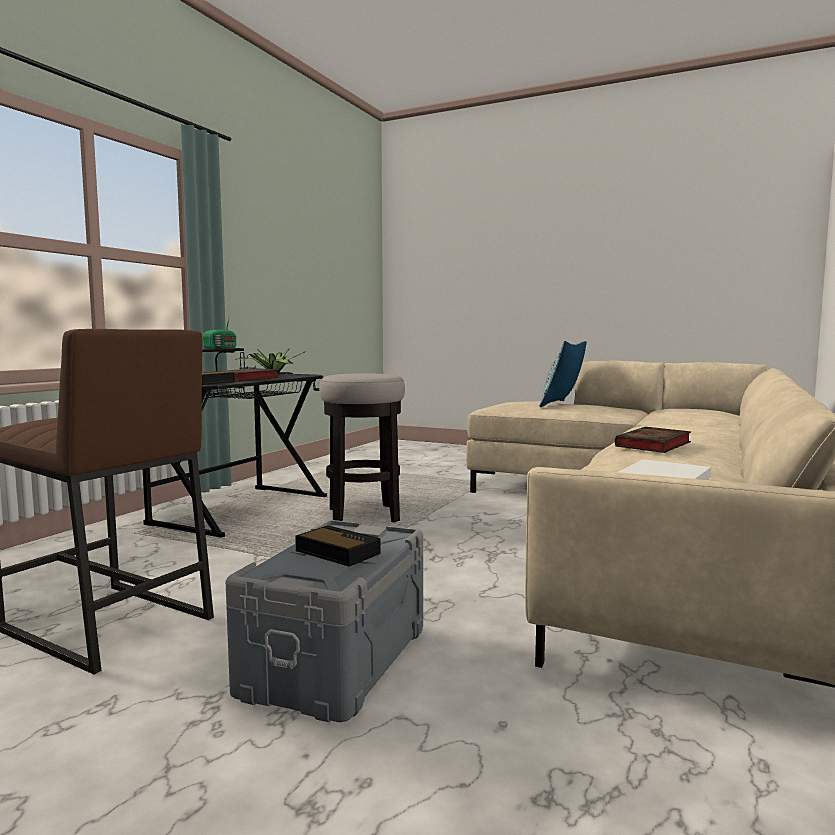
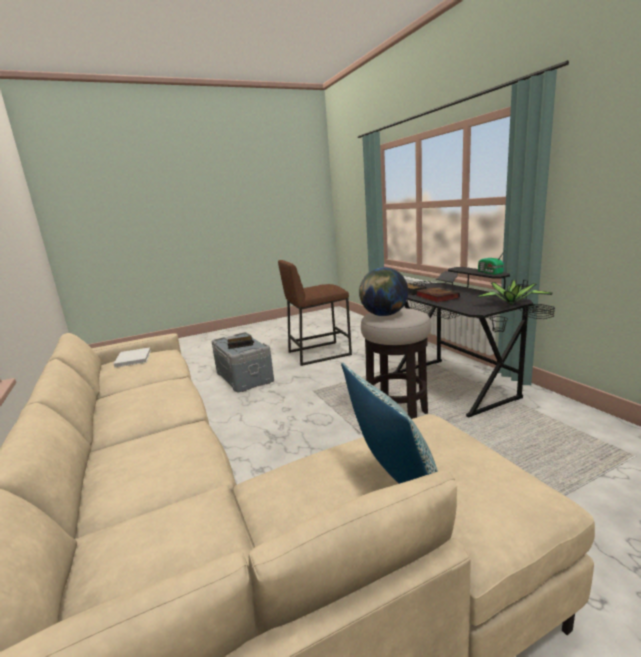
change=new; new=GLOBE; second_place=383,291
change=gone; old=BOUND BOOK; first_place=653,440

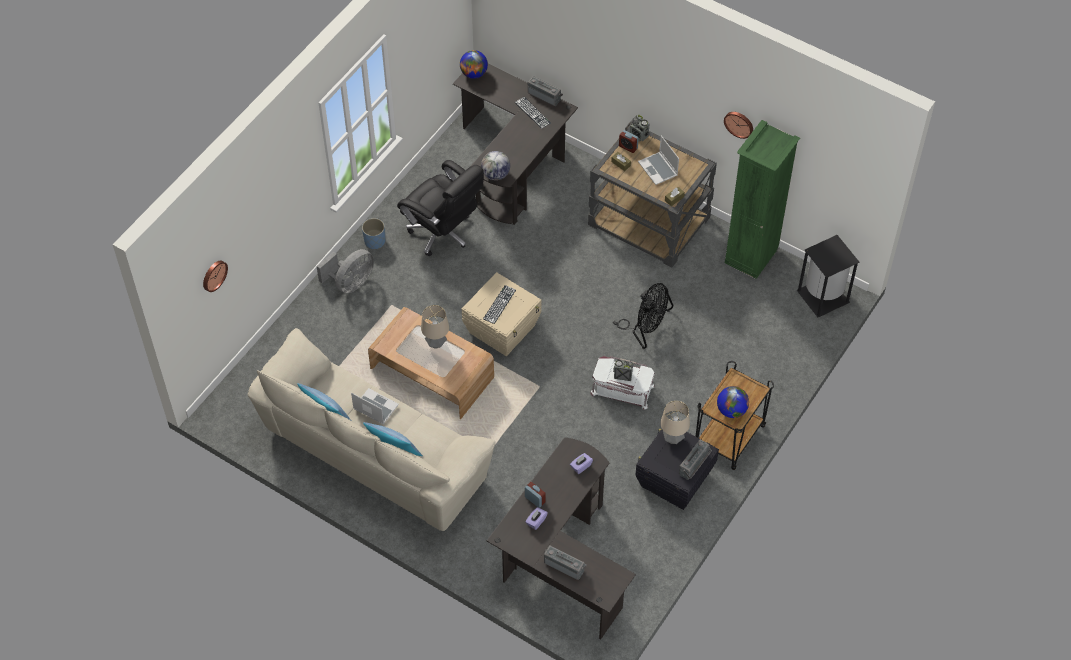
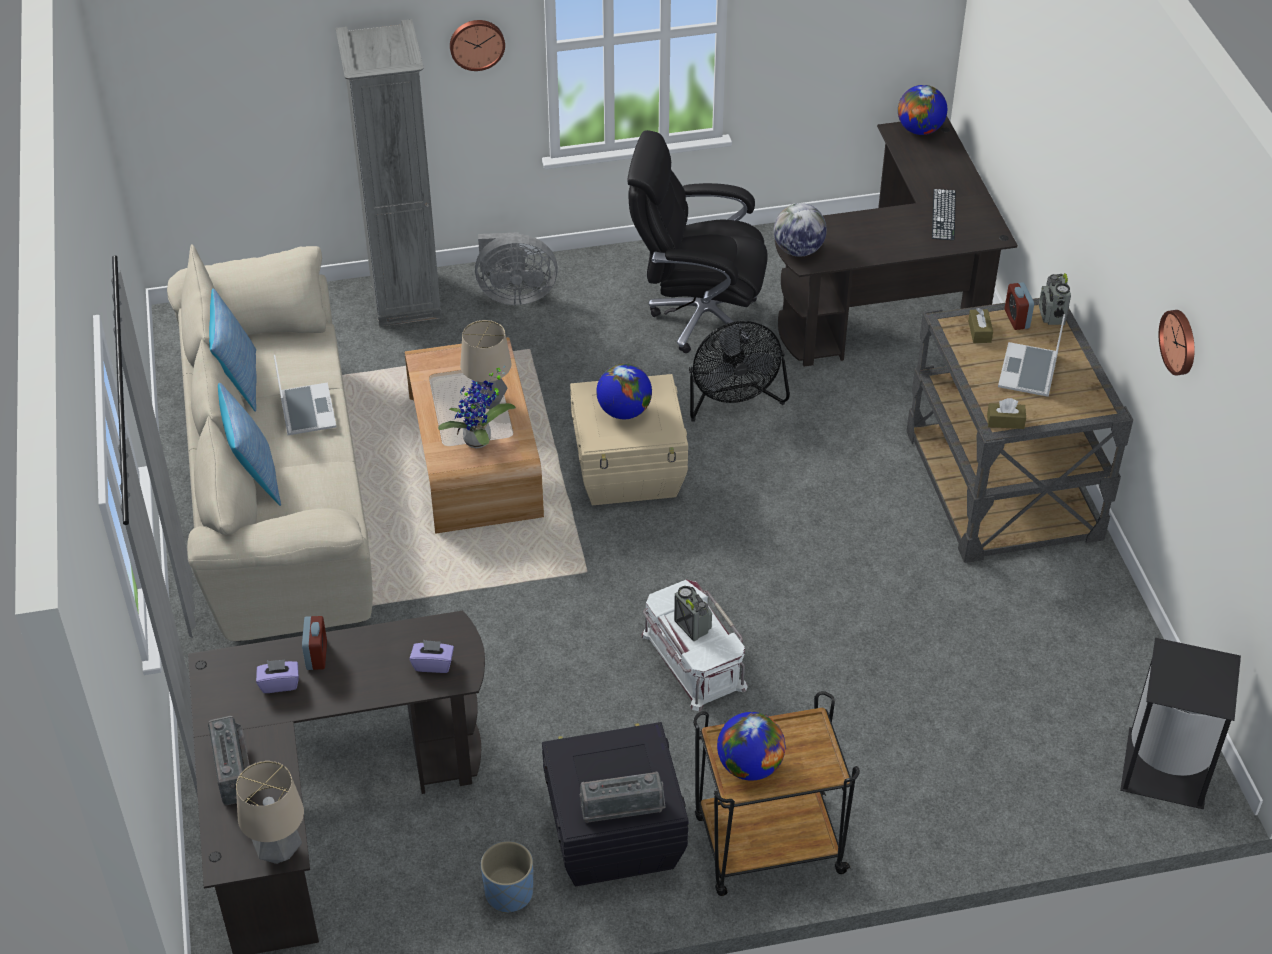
change=shifted; old=LAMP FOR A TABLE; first_place=675,422; second_place=270,812
change=new; new=GRAY STORAGE CABINET; second_place=389,173
change=new; new=POTTED PLANT; second_place=477,407
change=shifted; old=WALL CLOCK; first_place=215,276; second_place=477,45
change=shifted; old=BLUISH PLANT POT; first_place=373,233; second_place=507,877
change=swapped; old=KEYBOARD; new=GLOBE; first_place=499,304; second_place=624,391
change=rotated; old=BLACKISH OFFICE CHAIR; first_place=440,208; second_place=698,241; degrees=105
change=shifted; old=BLACKISH FAN; first_place=643,316; second_place=739,371
change=gone; old=RADIO RECEIVER; first_place=545,91
change=gone; old=GREEN-COLOURED STORAGE CABINET; first_place=762,199

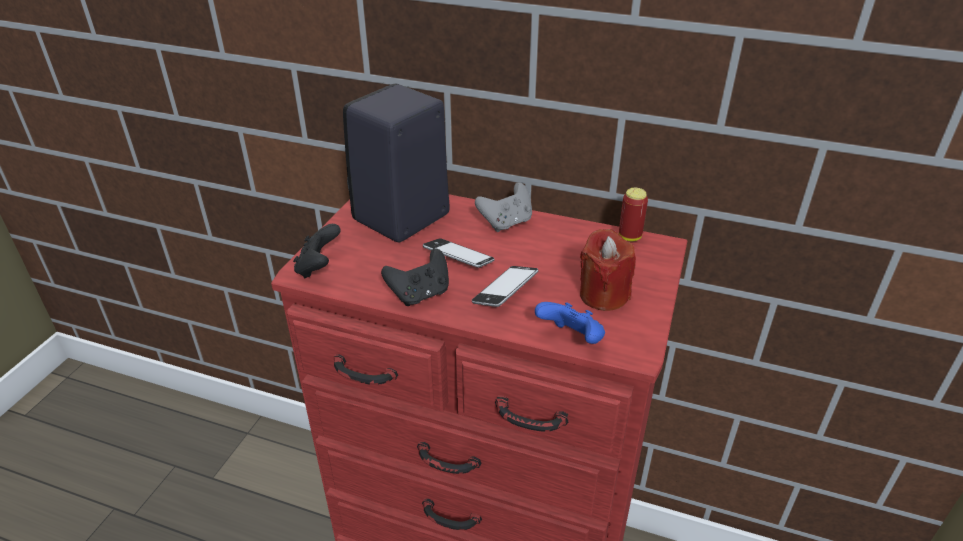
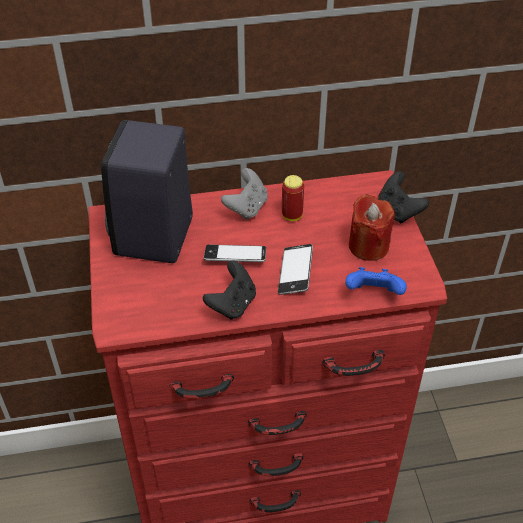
change=shifted; old=SEALED CAN; first_place=633,214; second_place=293,198
change=shifted; old=BLACKISH GAMEPAD; first_place=317,251; second_place=403,197

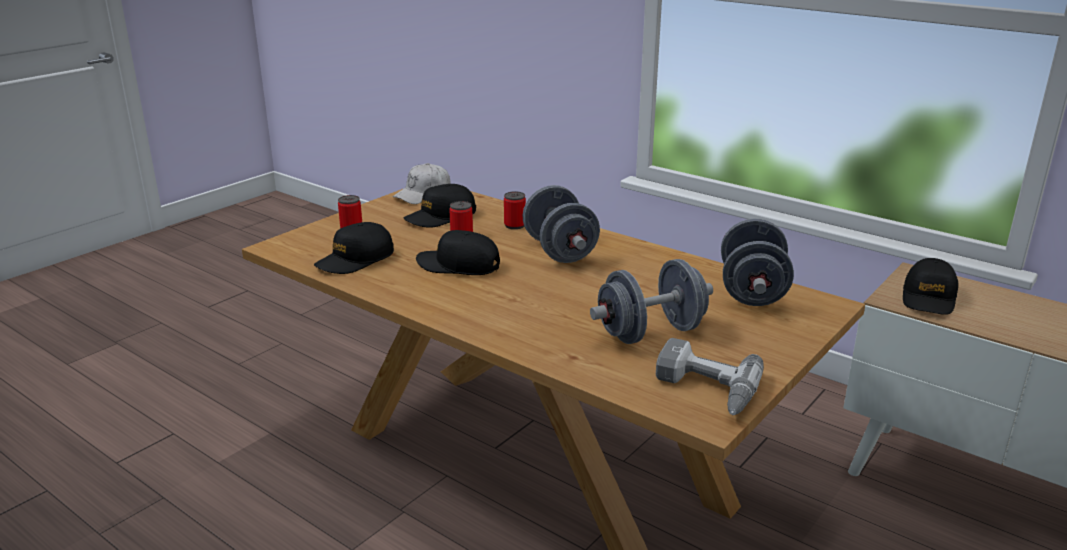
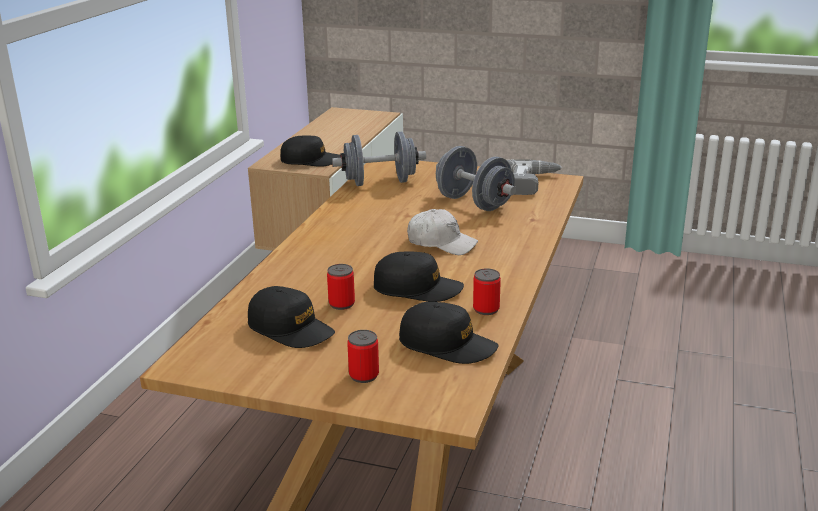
change=rotated; old=BLACKISH PEAKED CAP; first_place=458,252; second_place=419,276; degrees=-75
change=shifted; old=WHITE PEAKED CAP; first_place=421,183; second_place=442,232
change=shifted; old=SEALED CAN; first_place=515,210; second_place=487,291
change=gone; old=GRAY HAND WEIGHT; first_place=561,224

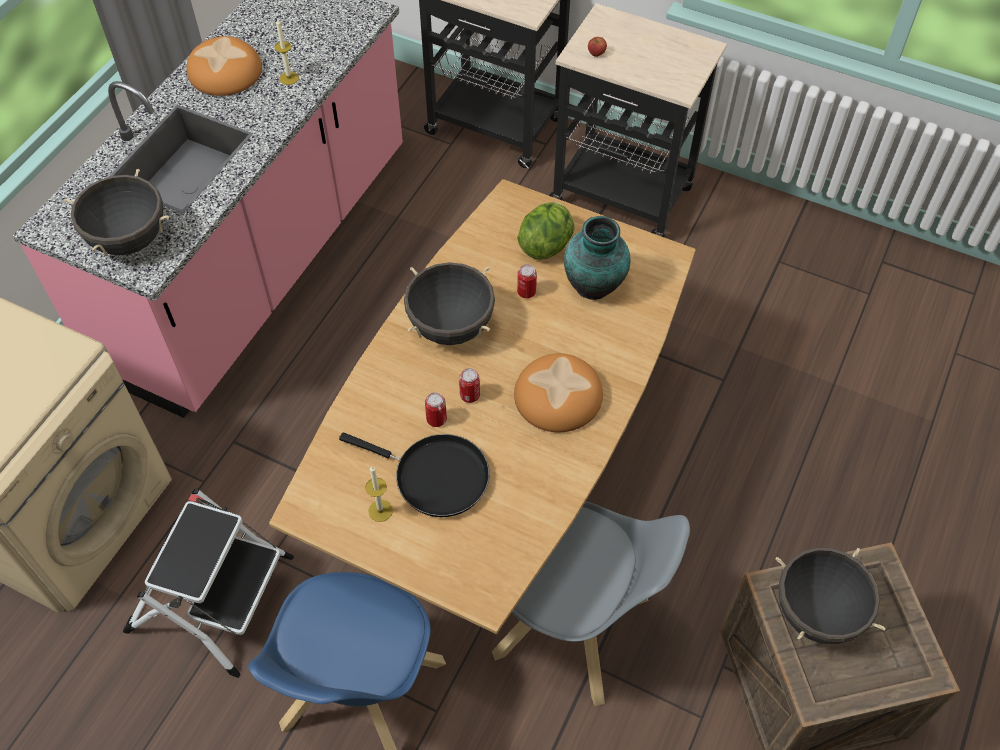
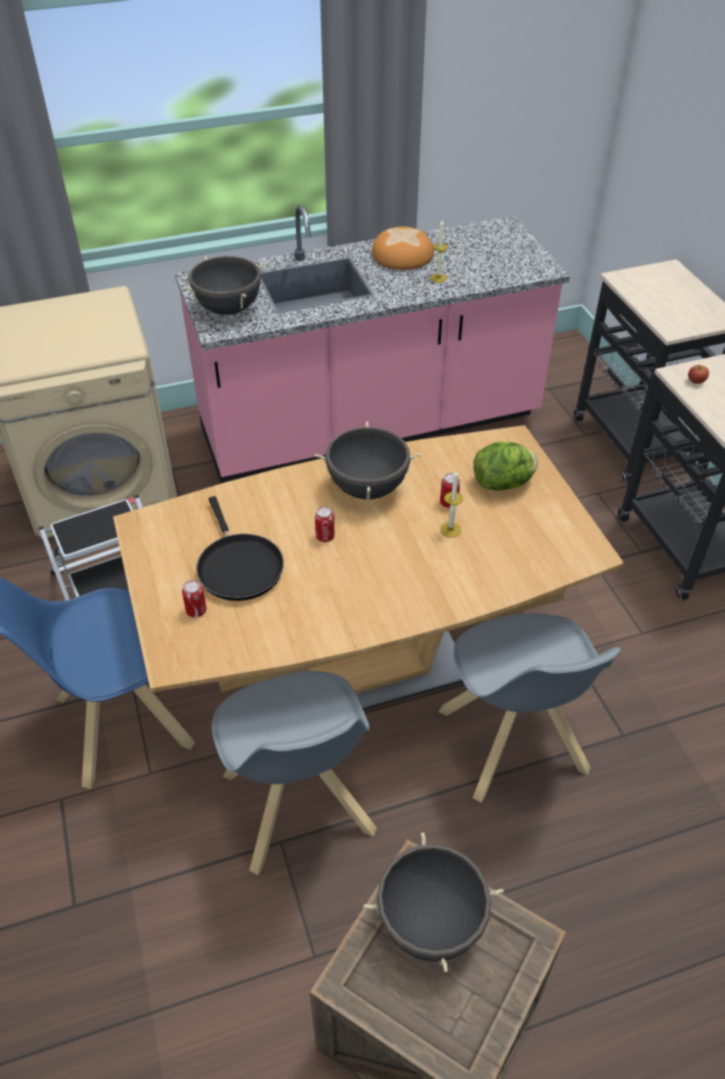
change=shifted; old=SEALED CAN; first_place=436,409; second_place=194,598
change=new; new=GRAY PLAIN CHAIR; second_place=529,708
change=shifted; old=WAX CANDLE; first_place=379,494; second_place=451,504
change=gone; old=BAKERY BREAD; first_place=558,392
change=gone; old=FLOWER VASE; first_place=597,258

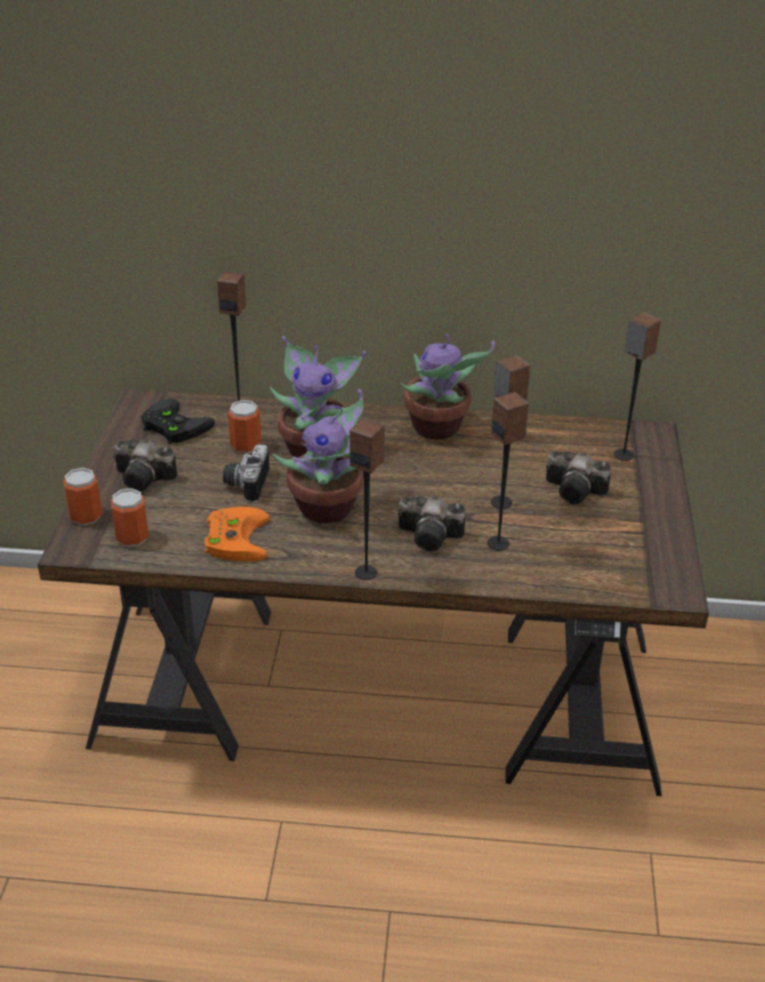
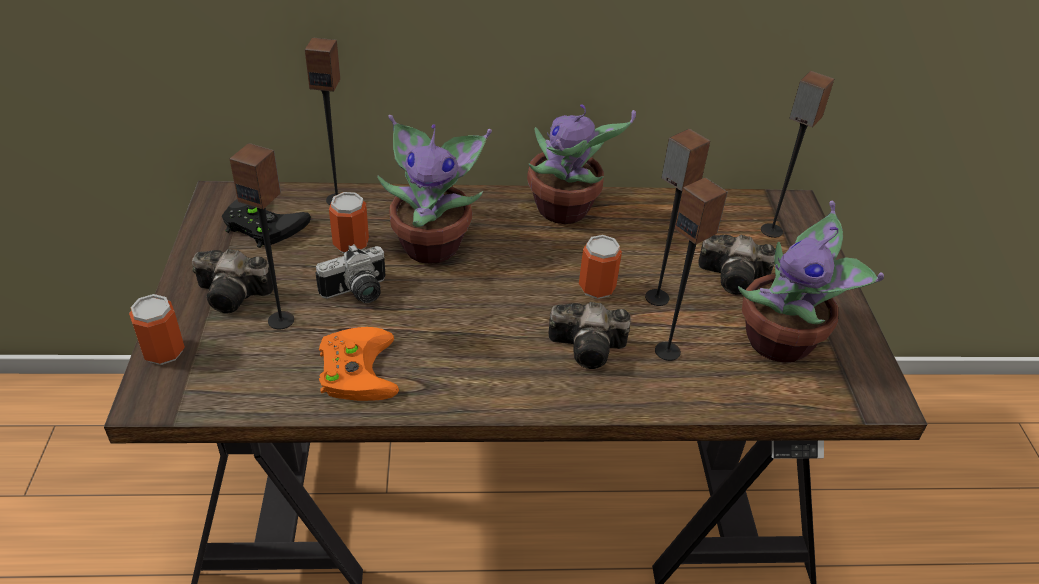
change=shifted; old=AUDIO SPEAKER; first_place=367,499; second_place=262,236
change=rotated; old=PHOTO CAMERA; first_place=246,473; second_place=351,273; degrees=-120
change=shifted; old=SEALED CAN; first_place=130,517; second_place=600,267
change=shifted; old=POTTED PLANT; first_place=318,456; second_place=811,282

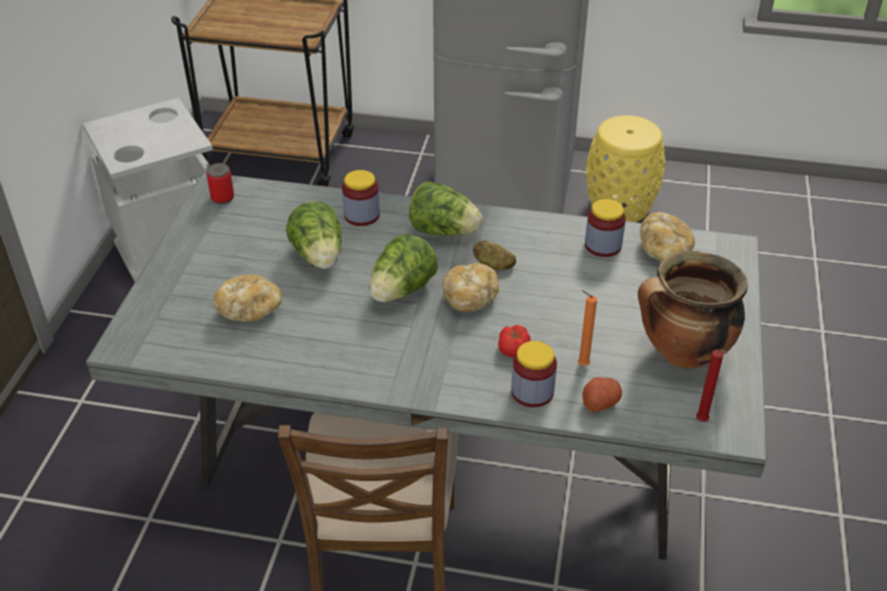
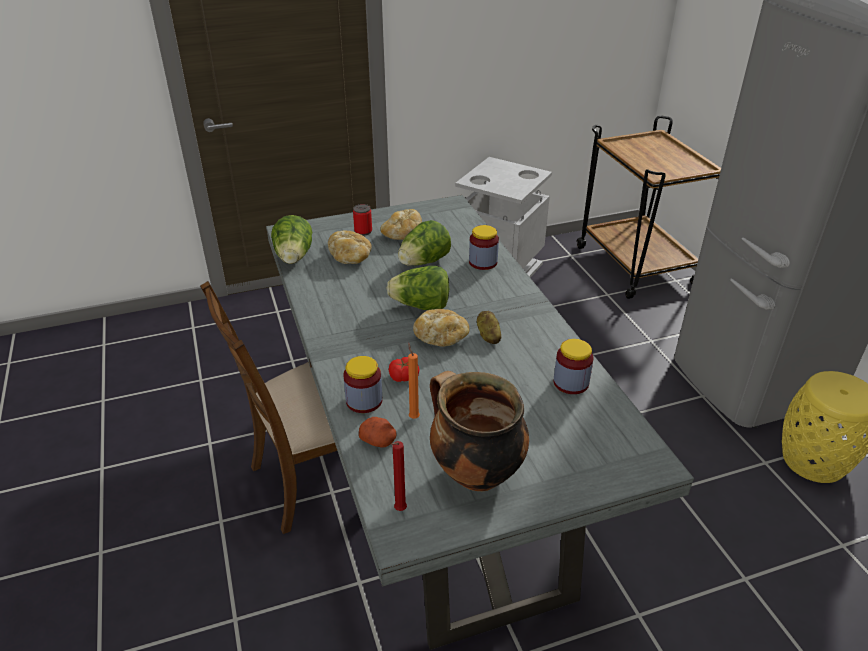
change=shifted; old=LETTUCE; first_place=446,208; second_place=291,239
change=shifted; old=SEALED CAN; first_place=220,183; second_place=362,220
change=shifted; old=BAKERY BREAD; first_place=667,236; second_place=401,224

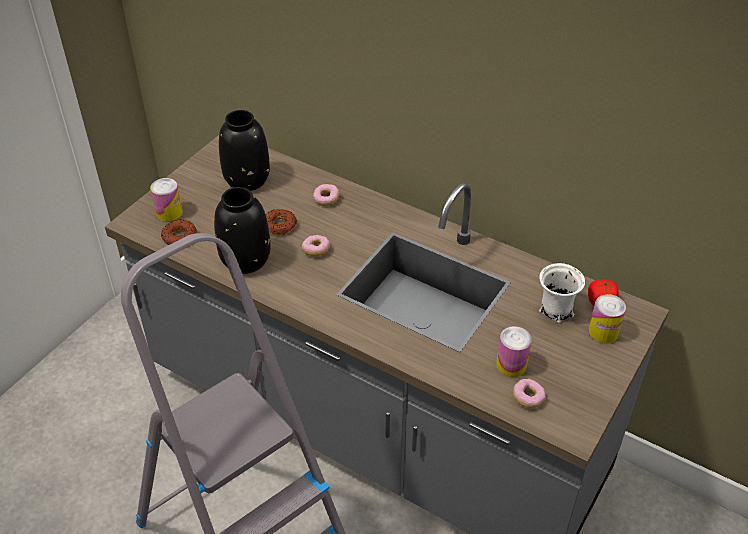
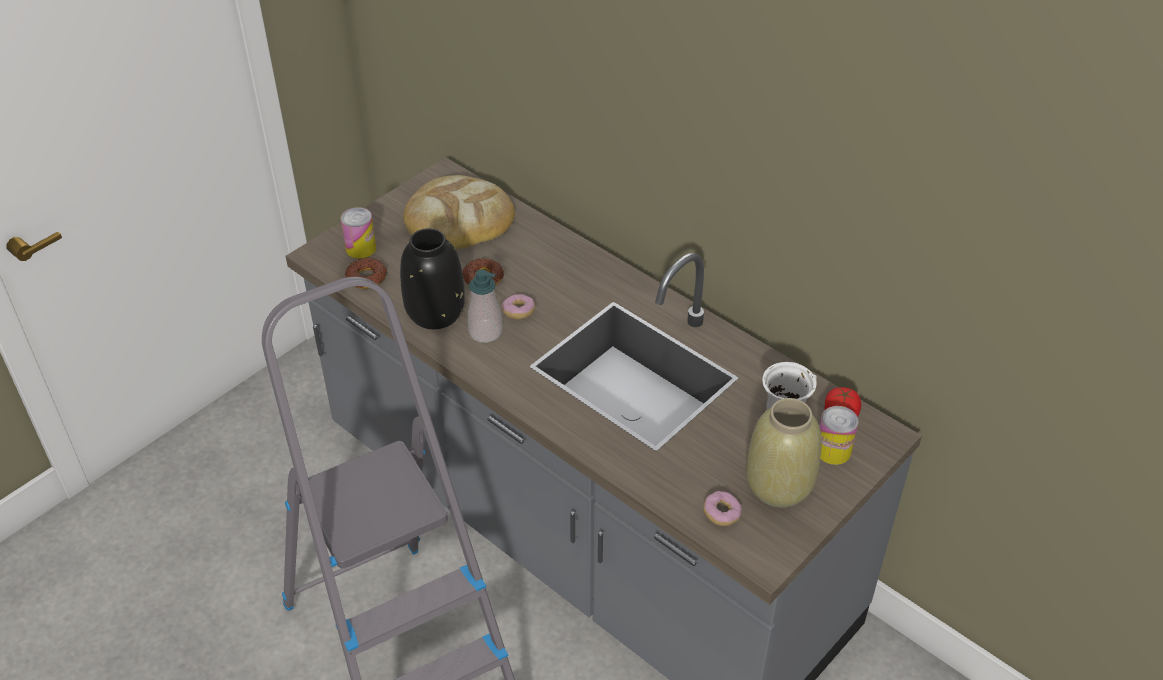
change=swapped; old=BLACKISH FLOWER VASE; new=BAKERY BREAD; first_place=244,150; second_place=459,212
change=new; new=LIQUID SOAP BOTTLE; second_place=485,306
change=new; new=BEIGE FLOWER VASE; second_place=784,453
change=gone; old=DOUGHNUT; first_place=326,195
change=gone; old=SEALED CAN; first_place=514,351

